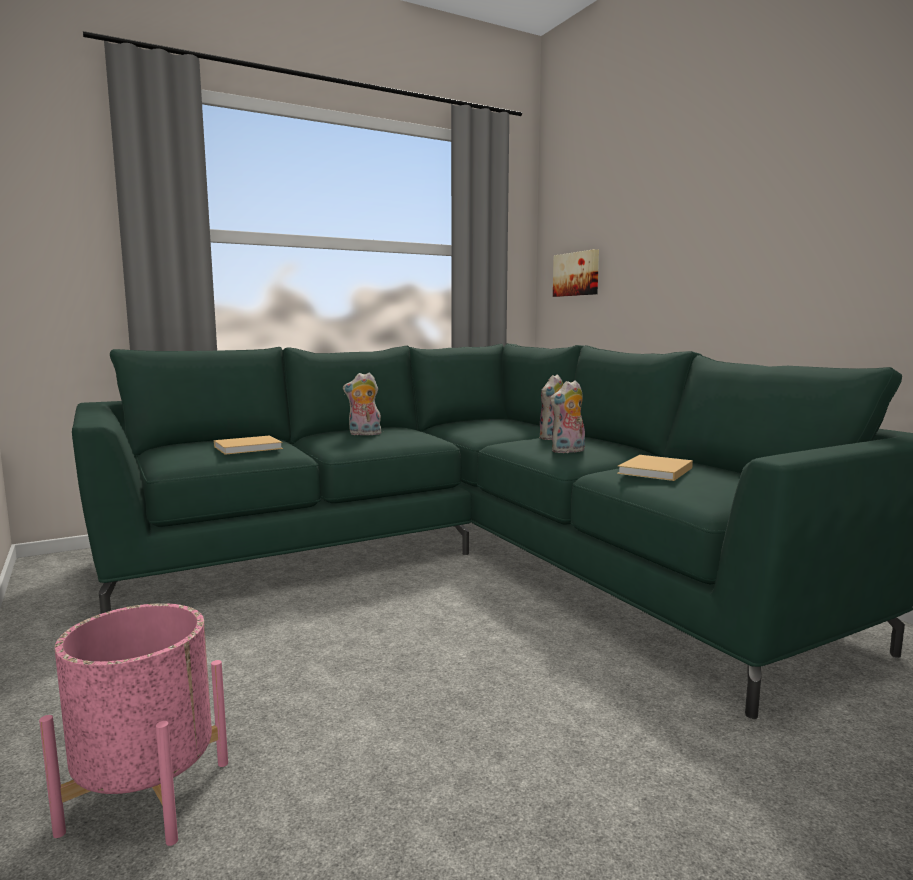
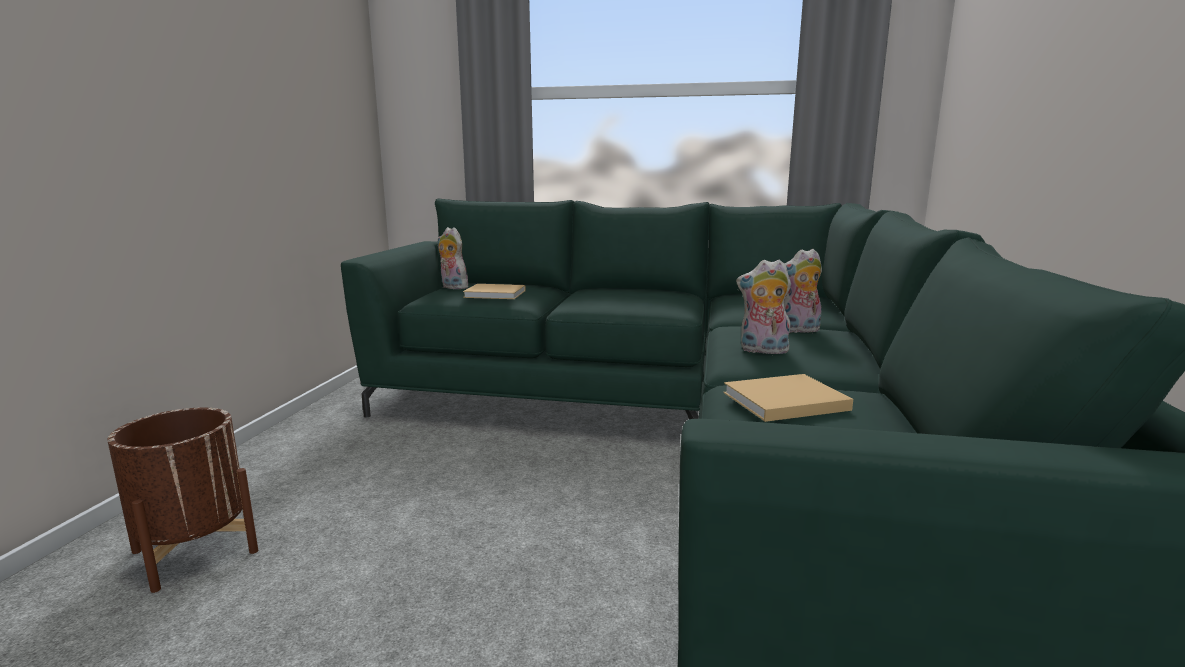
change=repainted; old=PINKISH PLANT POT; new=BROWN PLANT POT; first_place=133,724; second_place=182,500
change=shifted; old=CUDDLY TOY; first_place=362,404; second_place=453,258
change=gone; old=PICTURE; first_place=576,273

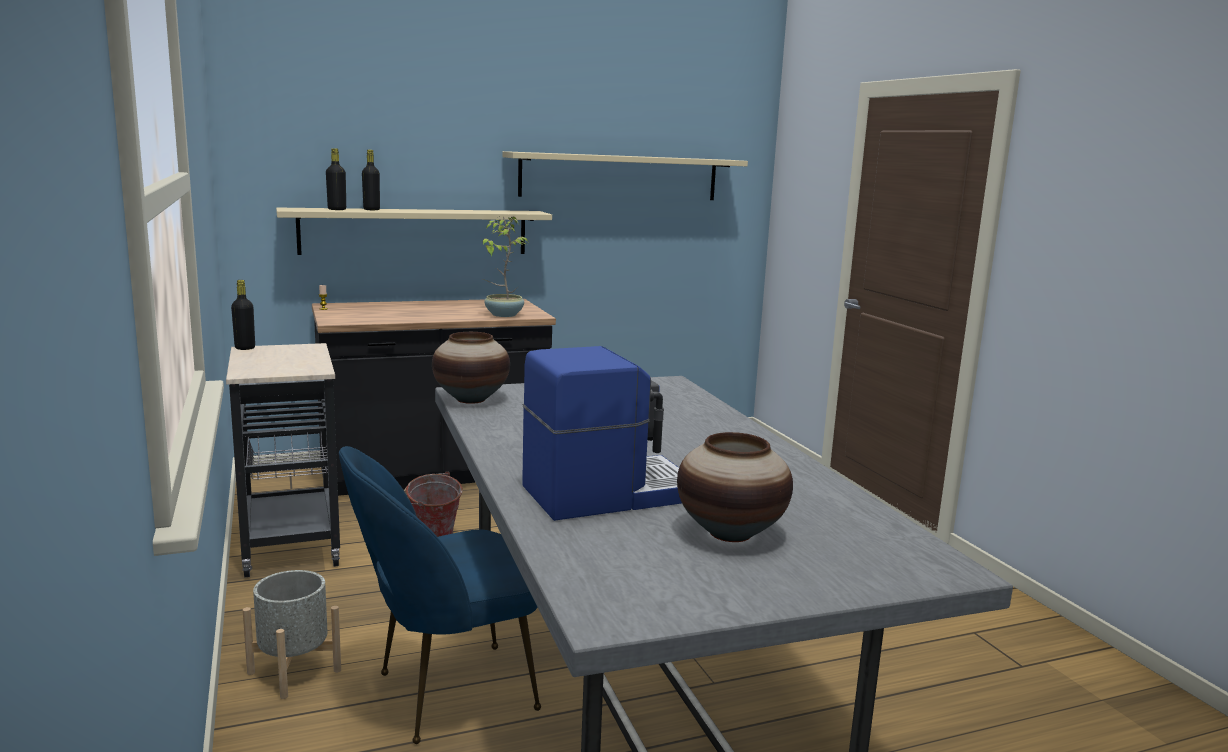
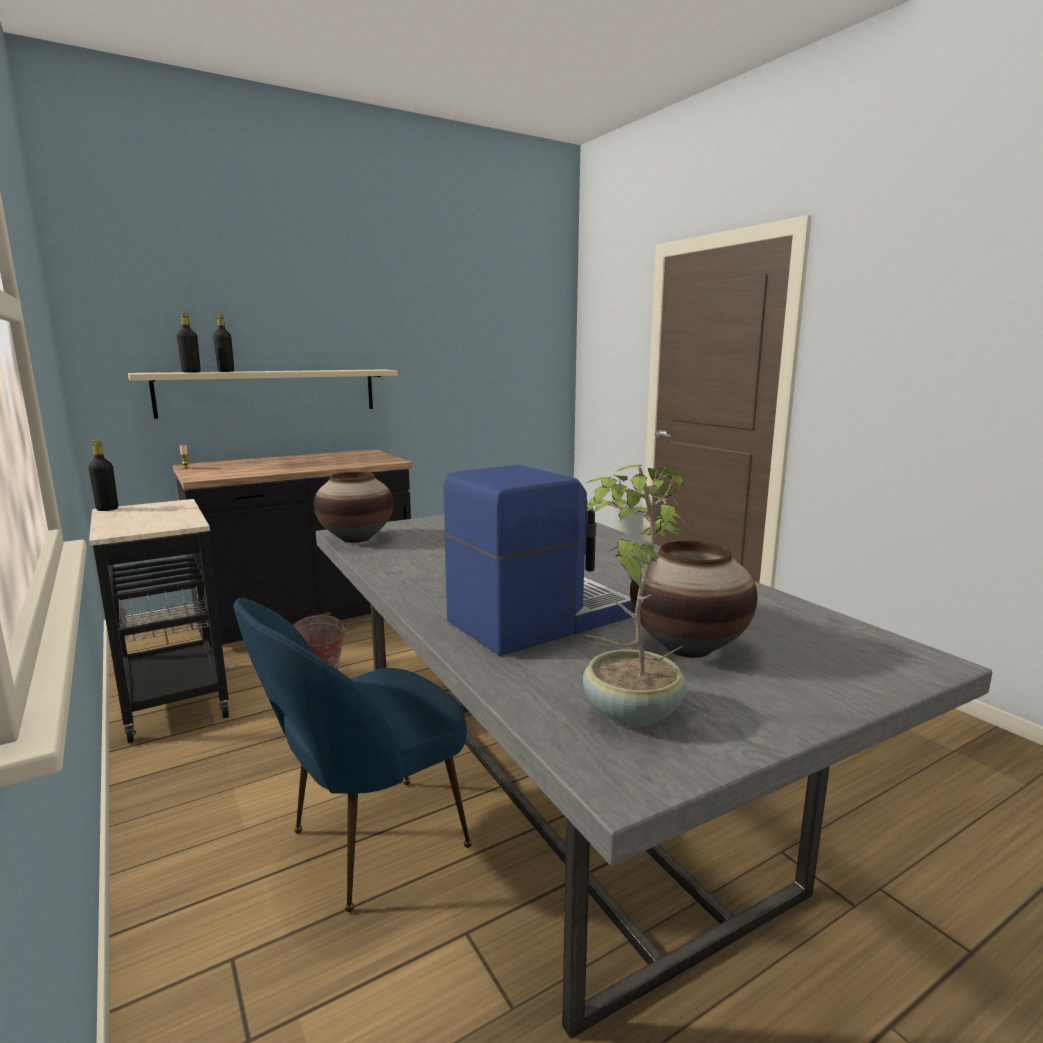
change=shifted; old=POTTED PLANT; first_place=505,266; second_place=634,596
change=gone; old=GRAY PLANT POT; first_place=292,634
change=gone; old=BEIGE BRACKET SHELF; first_place=625,175

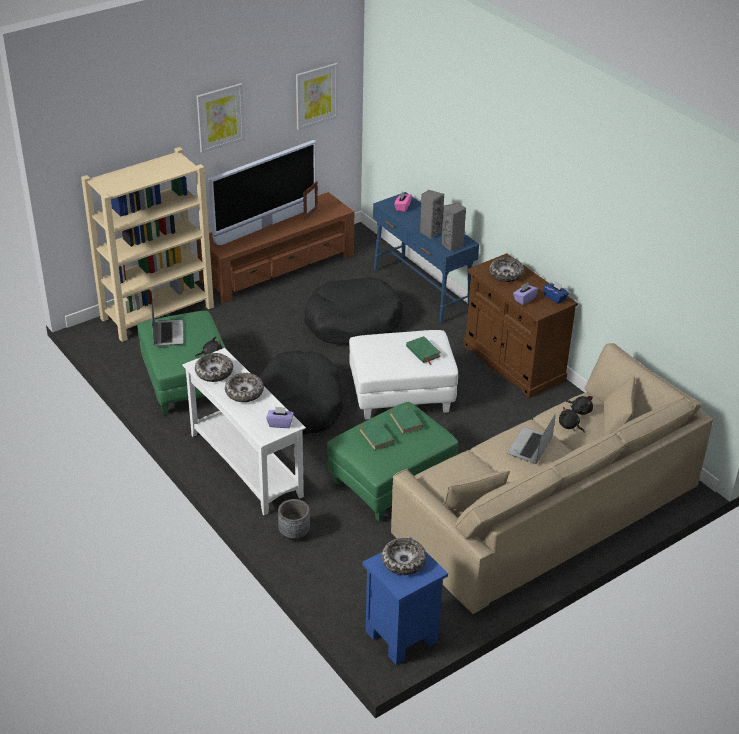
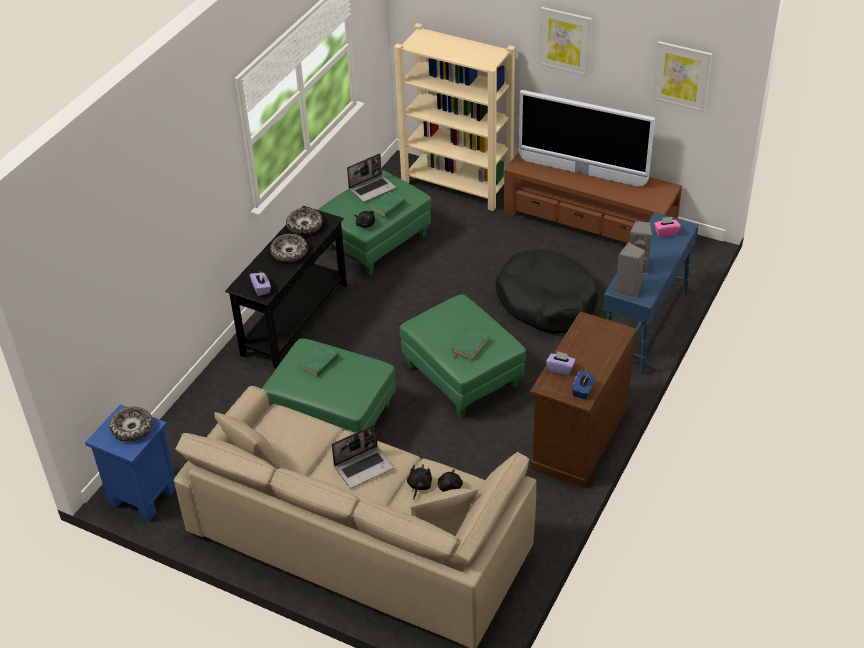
change=repainted; old=WHITE NARROW TABLE; new=BLACKISH NARROW TABLE; first_place=244,431; second_place=286,287
change=rotated; old=PORTABLE COMPUTER; first_place=531,439; second_place=362,456; degrees=150
change=shifted; old=GREEN-COLOURED BOUND BOOK; first_place=406,420; second_place=387,204
change=repainted; old=WHITE FOOTREST; new=GREEN-COLOURED FOOTREST; first_place=403,374; second_place=463,355
change=gone; old=BLACKISH DOG CUSHION; first_place=301,393
change=gone; old=GRAY PLANT POT; first_place=294,520
change=gone; old=STANDING FRAME; first_place=310,200
change=gone; old=SERVING BOWL; first_place=506,269

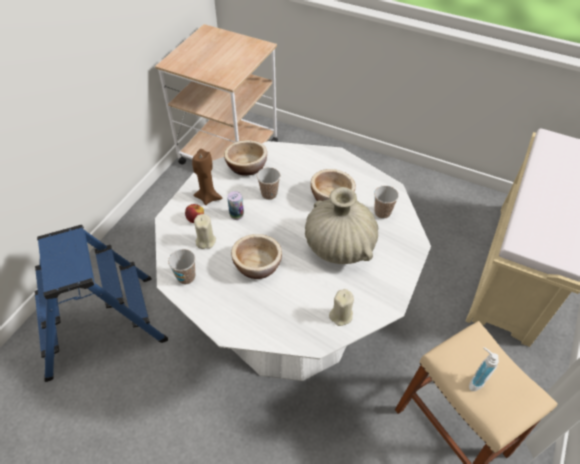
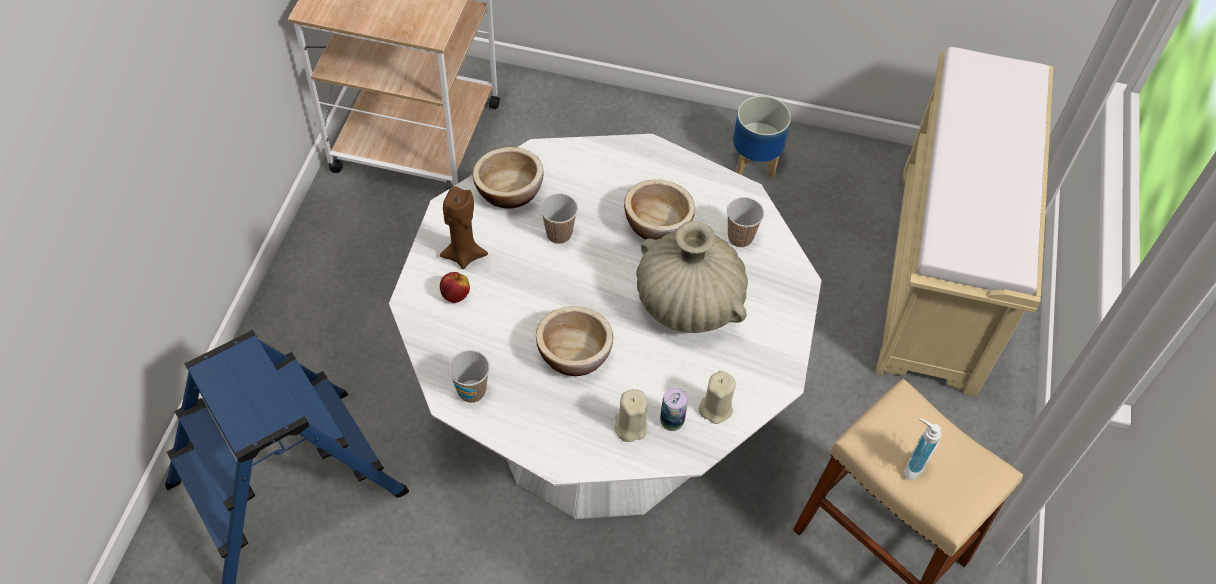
change=shifted; old=BEIGE WAX CANDLE; first_place=205,231; second_place=630,415
change=shifted; old=SEALED CAN; first_place=235,205; second_place=674,409
change=new; new=PLANT POT; second_place=762,136

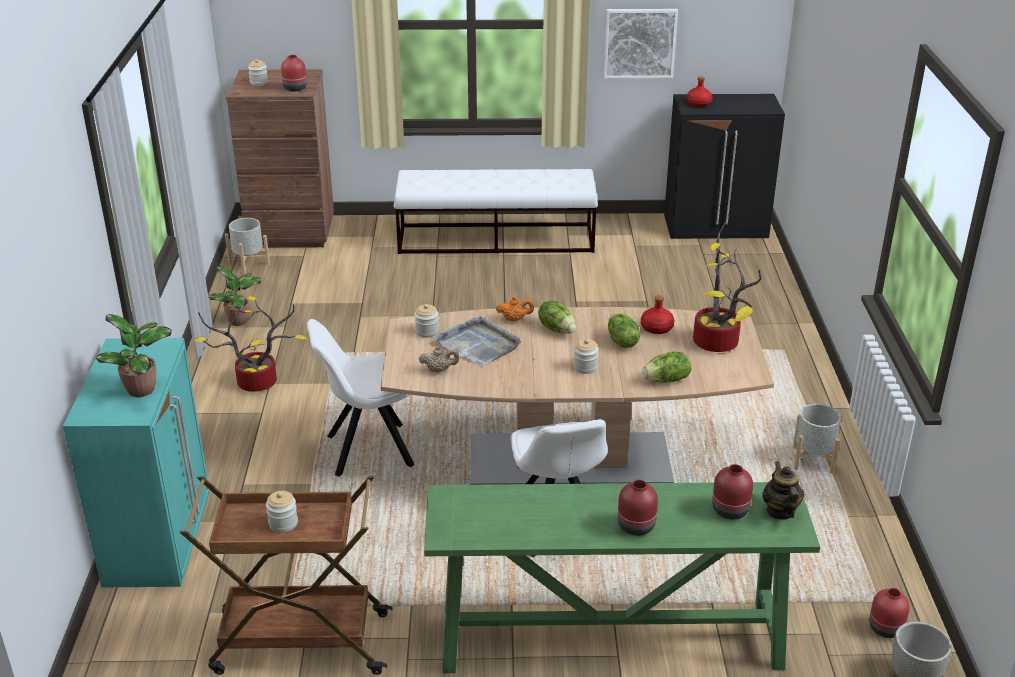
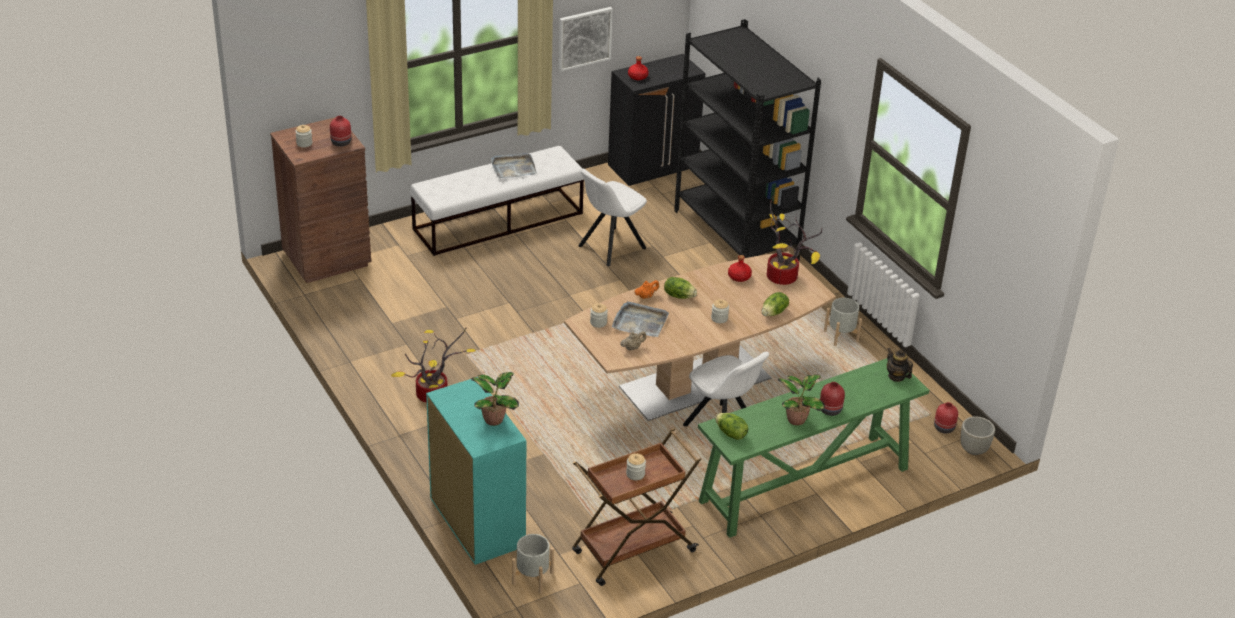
change=new; new=GRAY CARRYING TRAY; second_place=514,165
change=shifted; old=GRAY PLANT POT; first_place=247,246; second_place=533,563
change=shifted; old=WHITE PLAIN CHAIR; first_place=360,398; second_place=613,217
change=new; new=BLACKISH BOOKSHELF; second_place=747,140
change=shifted; old=LETTUCE; first_place=624,330; second_place=731,426
change=shifted; old=POTTED PLANT; first_place=235,296; second_place=801,400
change=gone; old=RED-COLOURED FLOWER VASE; first_place=732,492

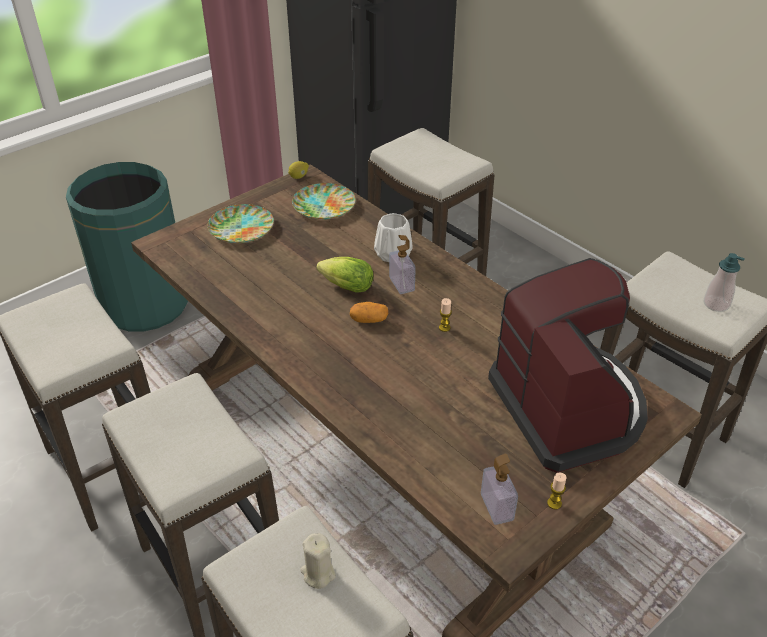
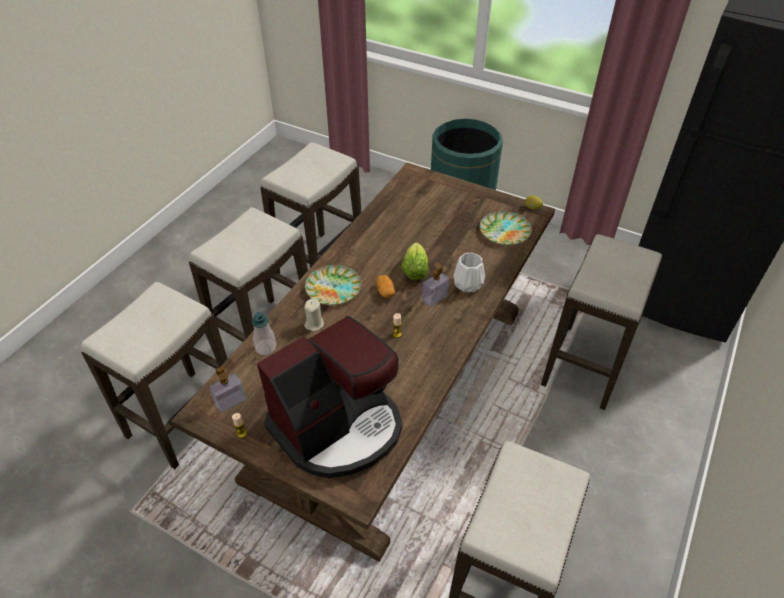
change=shifted; old=LIQUID SOAP BOTTLE; first_place=724,282; second_place=264,333
change=shifted; old=BEIGE WAX CANDLE; first_place=318,561; second_place=314,315
change=shifted; old=FLAT DISH; first_place=241,223; second_place=333,285

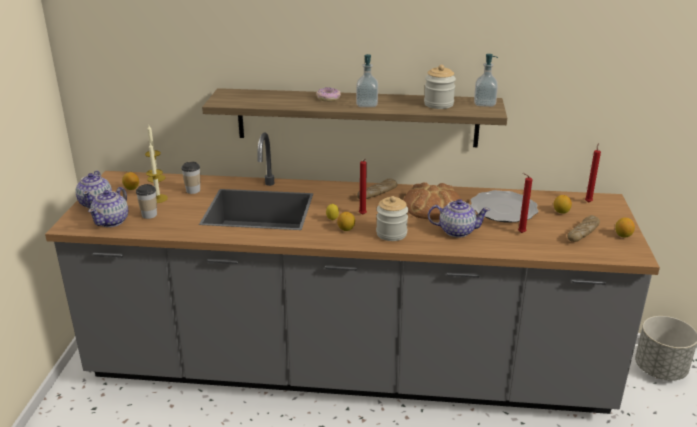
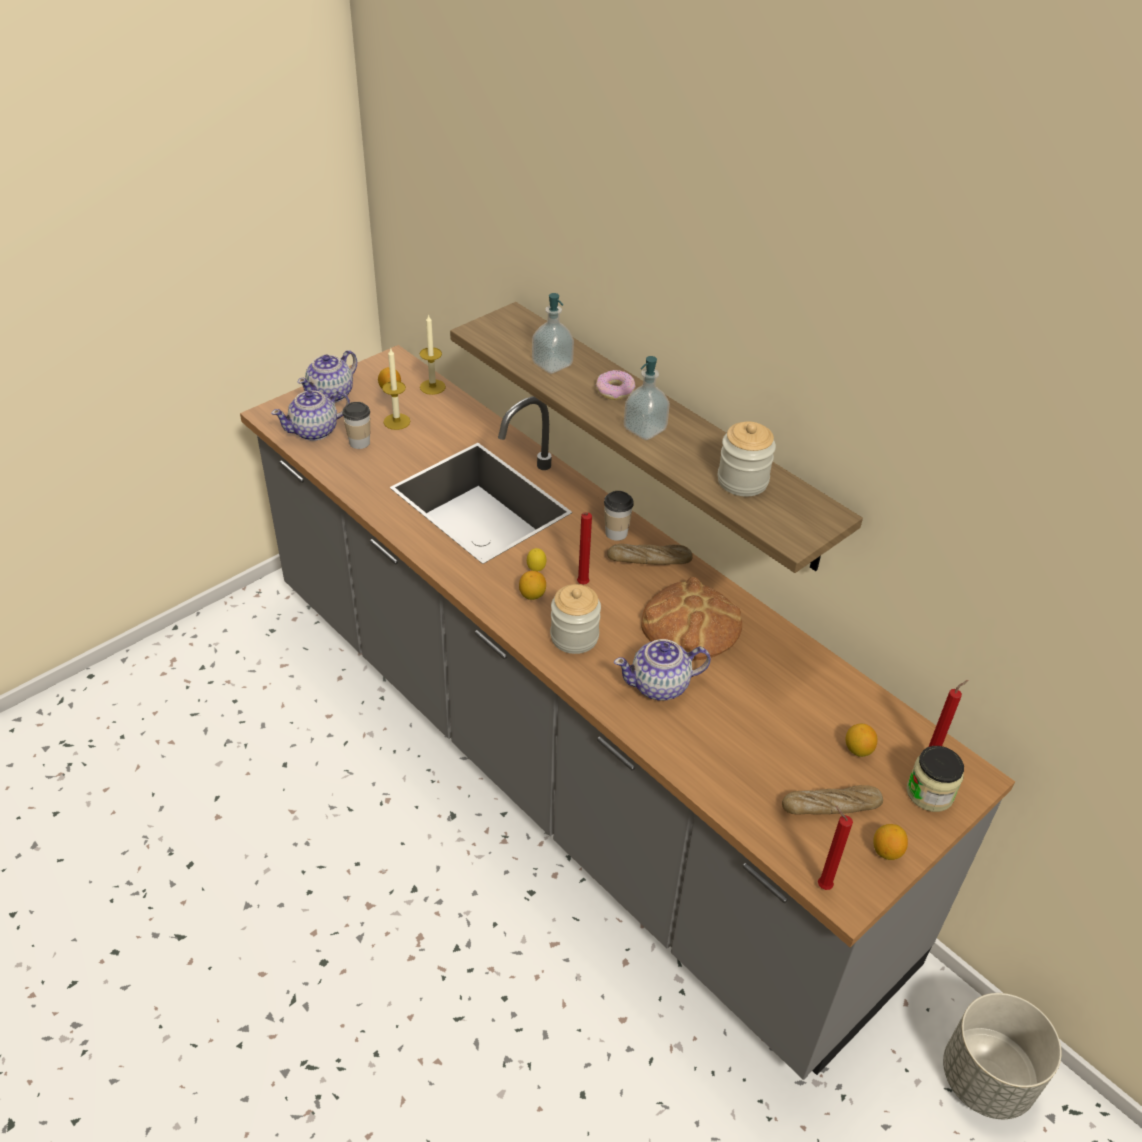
change=shifted; old=LIQUID SOAP BOTTLE; first_place=486,80; second_place=553,333
change=shifted; old=DRINKING CUP; first_place=190,177; second_place=619,516
change=rotated; old=TEAPOT; first_place=459,218; second_place=662,669; degrees=120
change=shifted; old=RED-COLOURED WAX CANDLE; first_place=525,203; second_place=835,848
change=new; new=PRESERVE JAR; second_place=935,779
change=gone; old=FLAT DISH; first_place=505,206

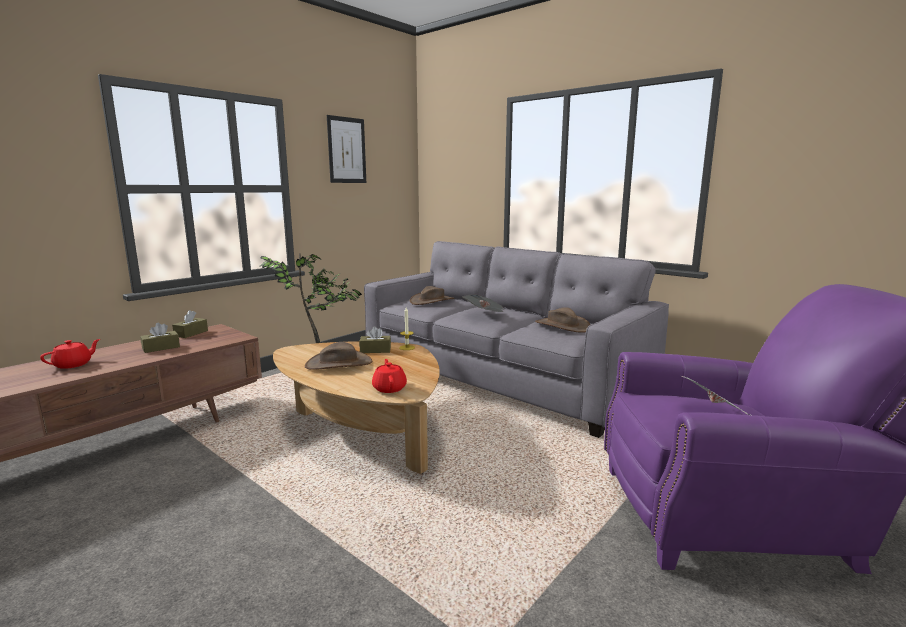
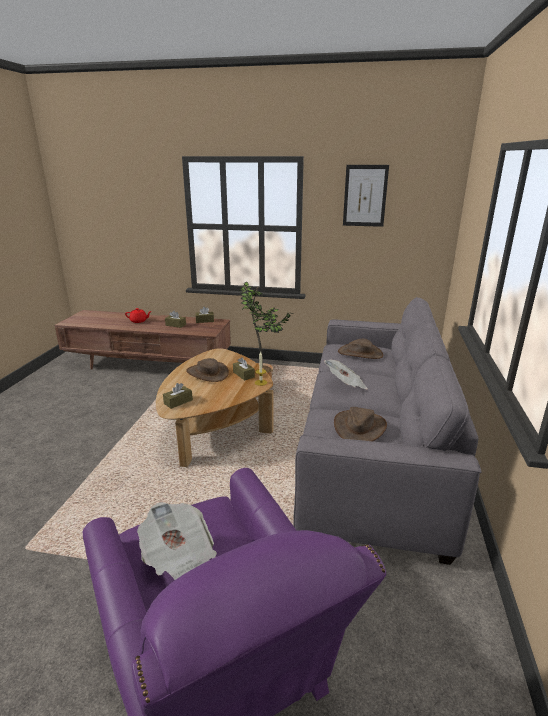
change=swapped; old=RED-COLOURED TEAPOT; new=BROWN TISSUE HOLDER; first_place=389,376; second_place=178,396

